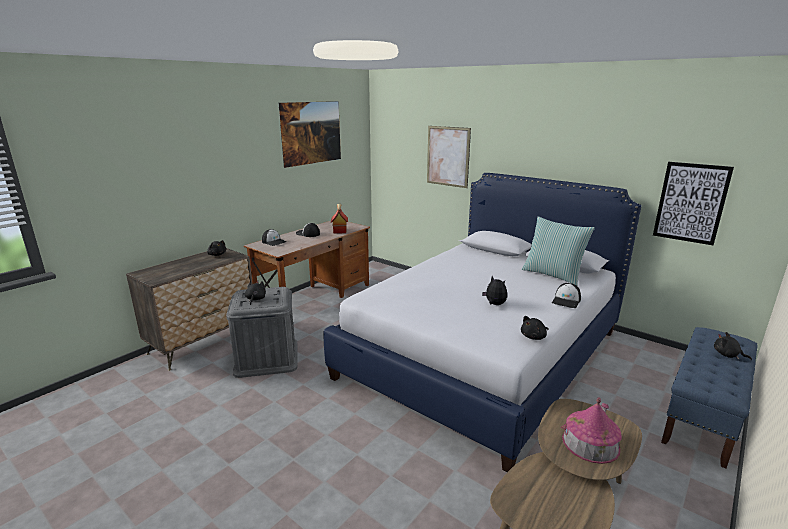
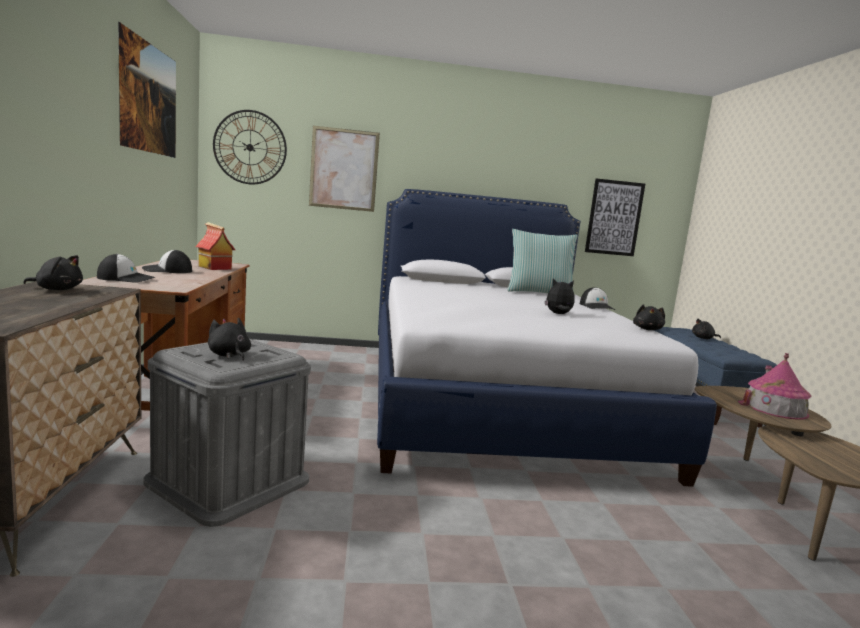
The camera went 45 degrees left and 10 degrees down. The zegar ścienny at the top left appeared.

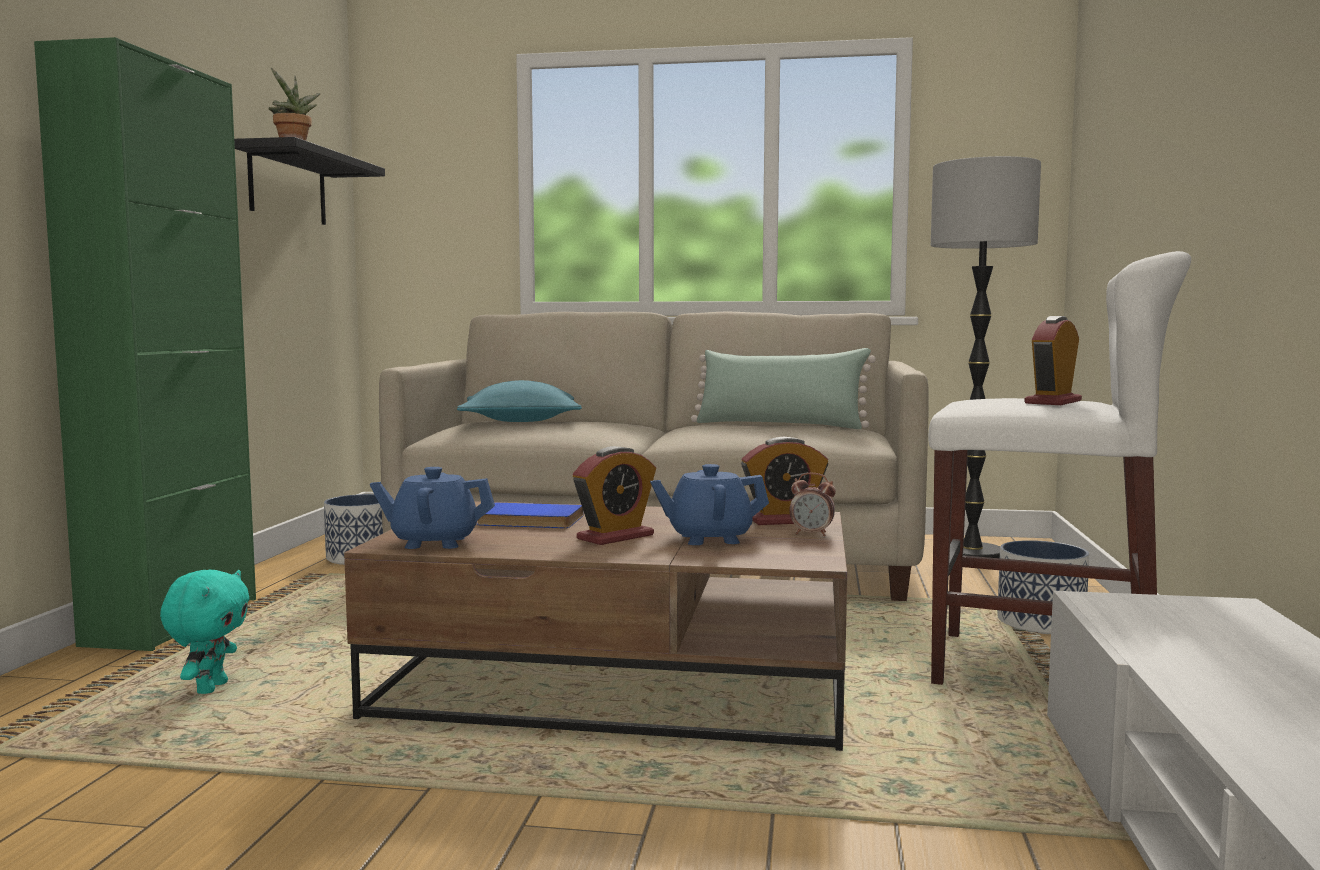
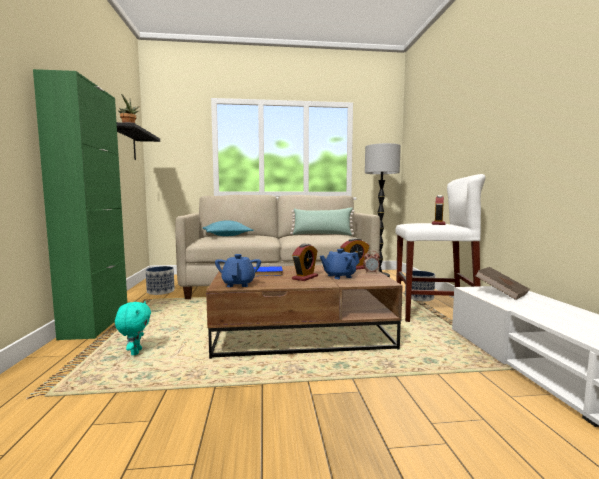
The camera went 15 degrees left and 0 degrees up. The imbryk (niebieski) (1st from left) at the middle left turned 105 degrees clockwise. The książka (brązowy) at the middle right appeared.

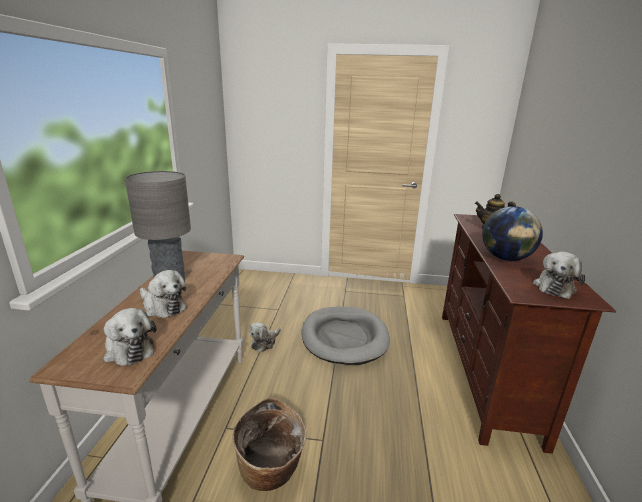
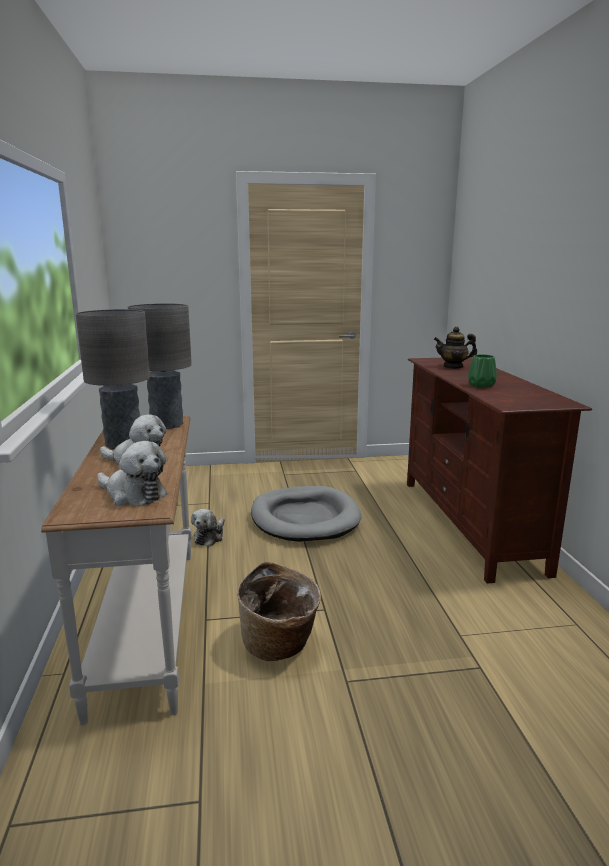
The camera went 15 degrees left and 5 degrees down. The globus at the middle right was replaced by the wazon (zielony) at the middle right. The pluszak (4th from left) at the middle right disappeared. The lampa stołowa (szary) (2nd from left) at the middle left appeared.

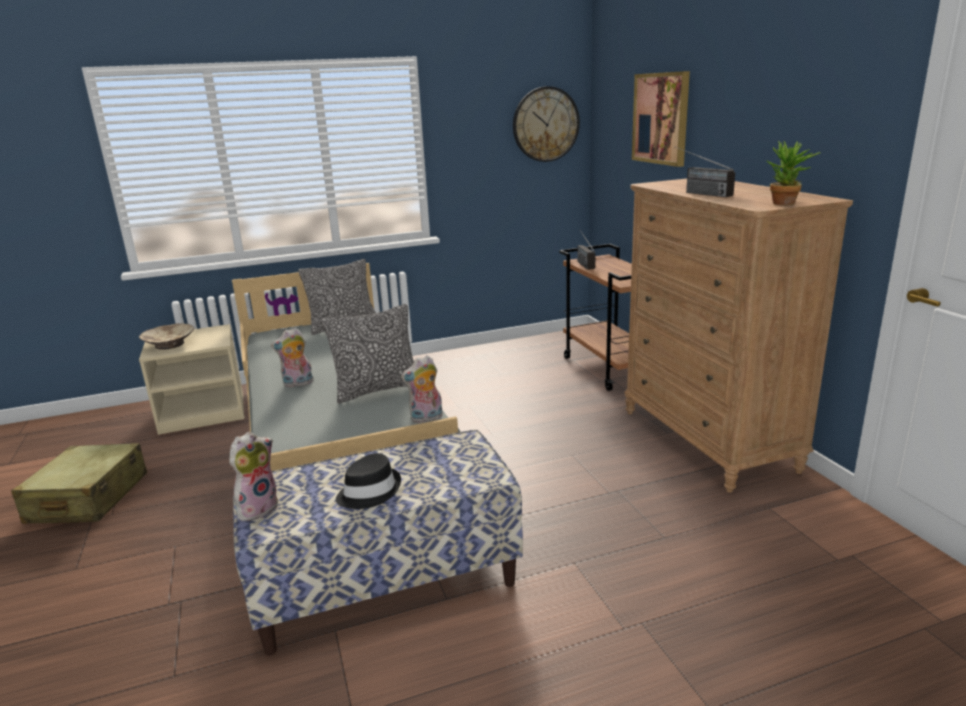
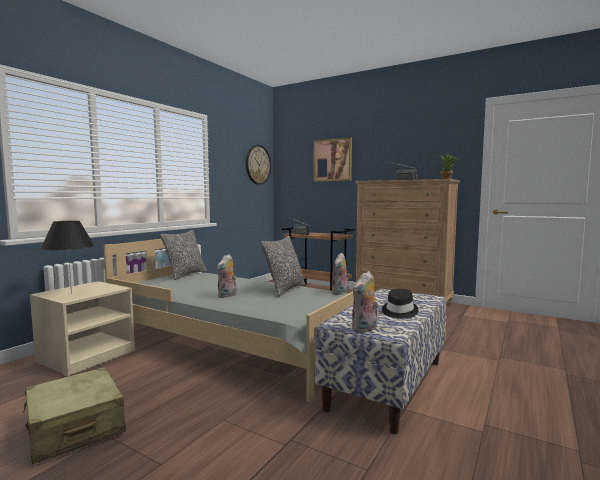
The camera went 40 degrees left and 15 degrees down. The miska (beżowy) at the middle left was replaced by the lampa stołowa (czarny) at the middle left. The pluszak (1st from left in the first image) at the bottom left turned 135 degrees counterclockwise.

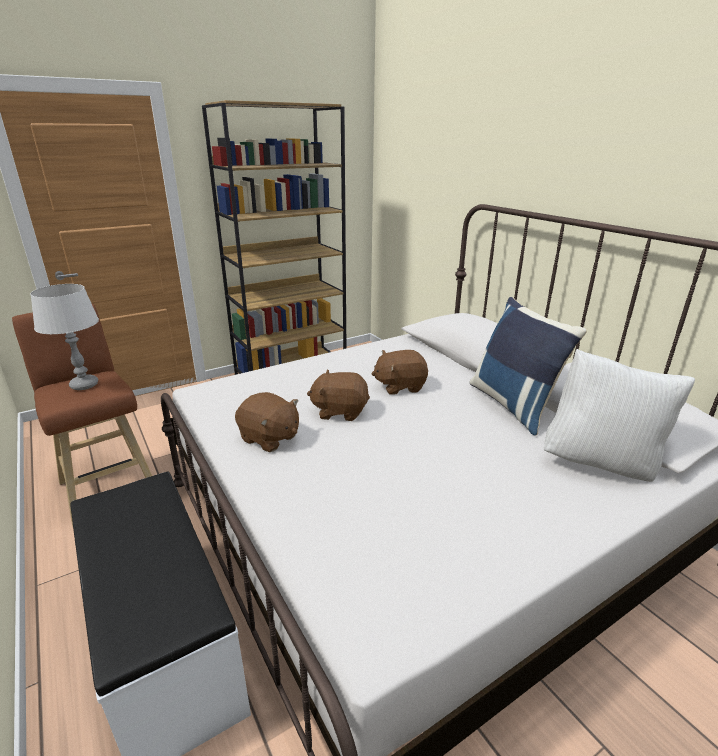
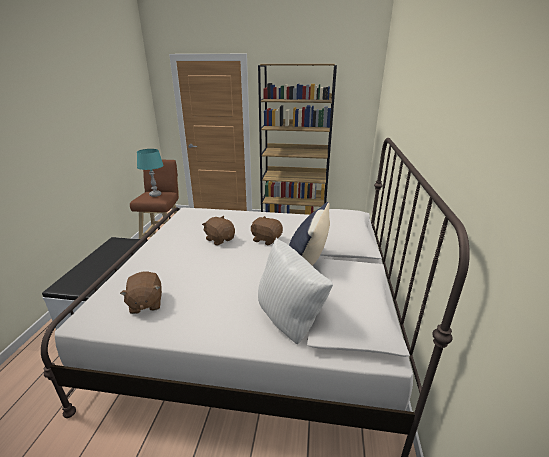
The camera went 40 degrees right and 0 degrees up. The lampa stołowa (szary) at the middle left became the lampa stołowa (turkusowy) at the middle left. The pluszak (brązowy) (1st from left) moved from the centre to the middle left.

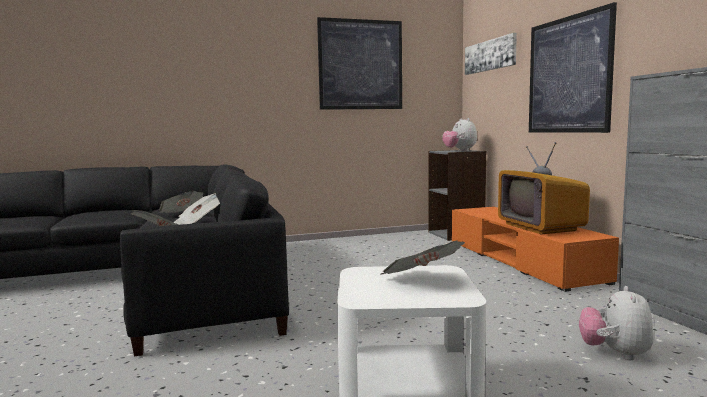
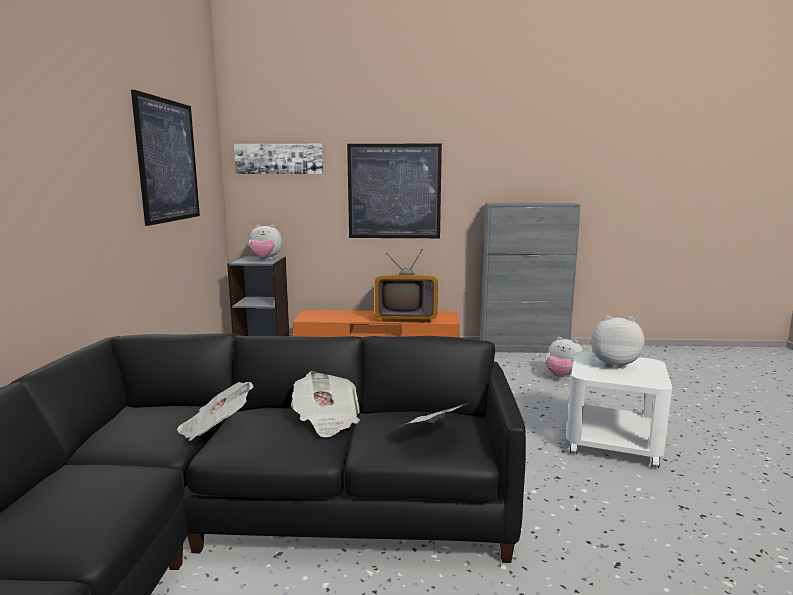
The camera went 70 degrees left and 5 degrees up. The gazeta (4th from left) at the centre was replaced by the pluszak (3rd from left) at the middle right.

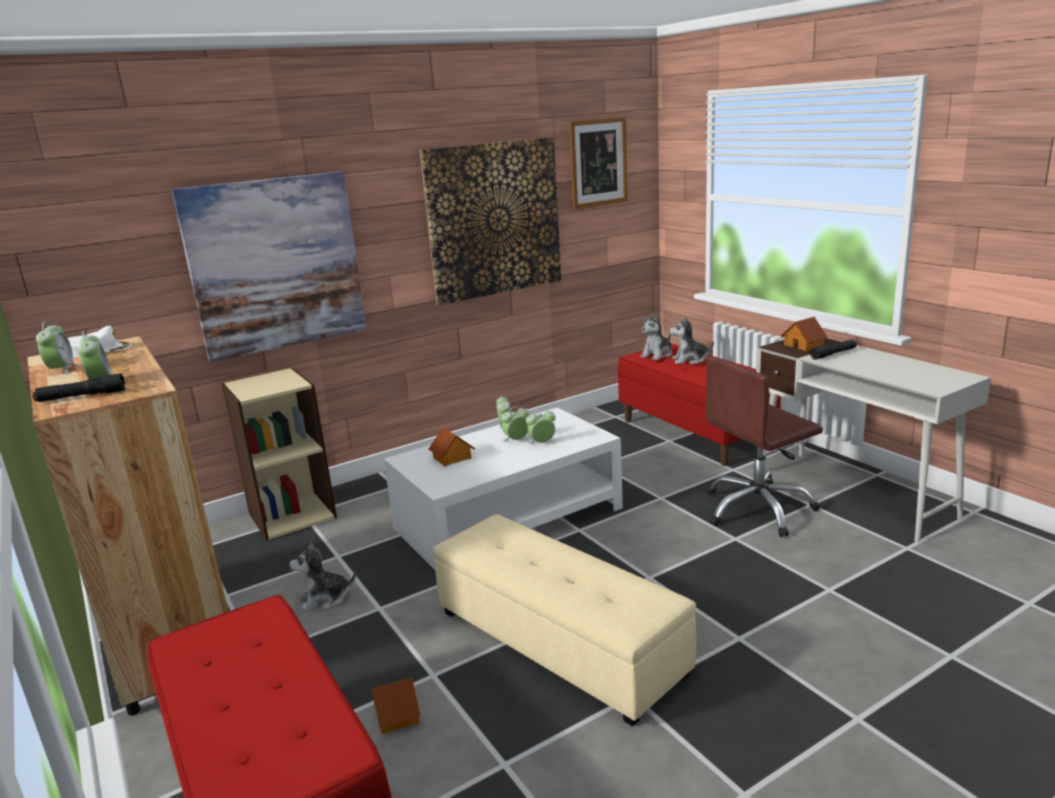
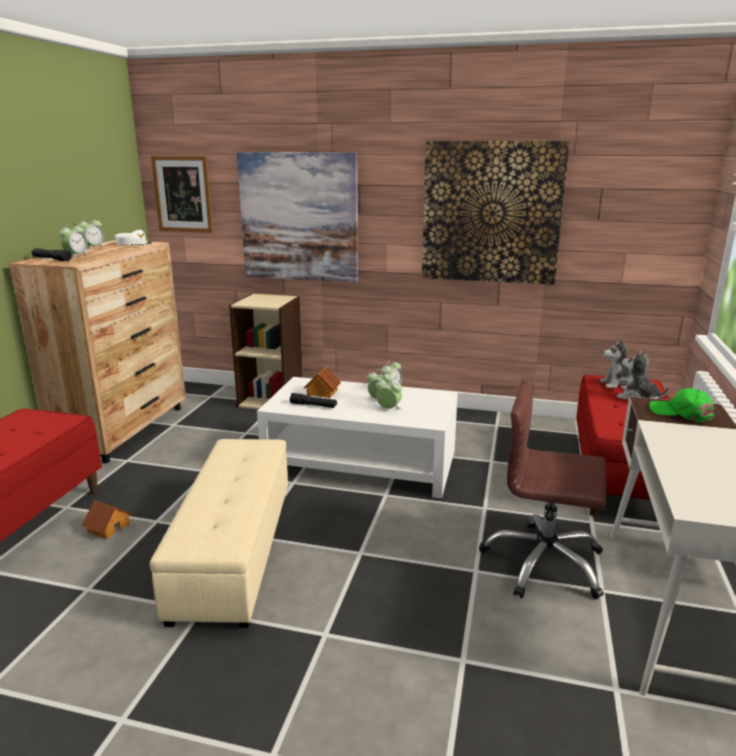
The camera went 45 degrees right and 0 degrees up. The obraz (3rd from left in the first image) moved from the top centre to the top left. The domek (3rd from left) at the middle right was replaced by the czapka z daszkiem (zielony) at the middle right. The latarka (czarny) (2nd from left) moved from the middle right to the centre. The pluszak (1st from left) at the bottom left disappeared.

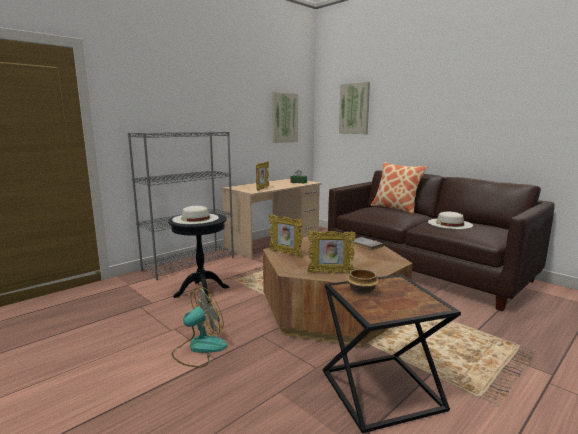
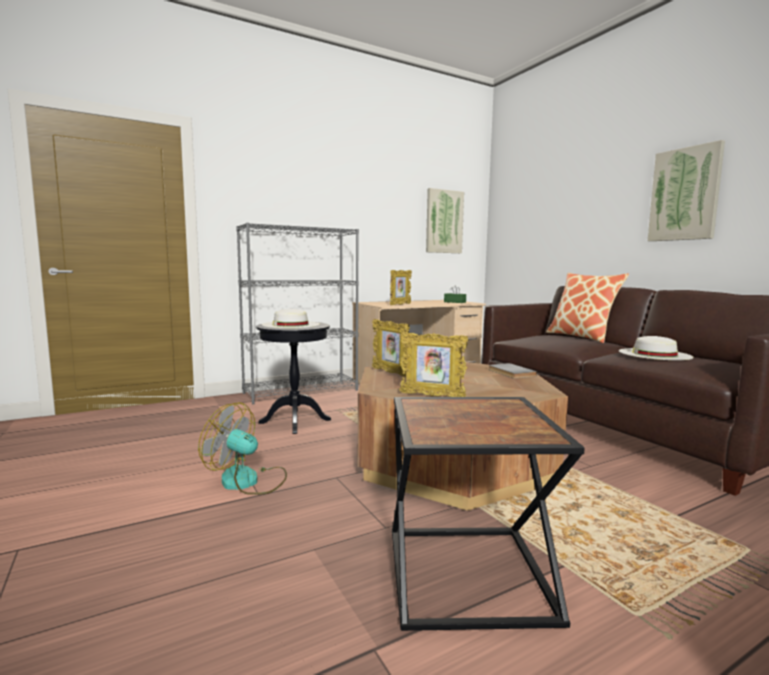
The camera went 15 degrees right and 5 degrees down. The obraz (2nd from left) moved from the top centre to the top right. The miska at the centre disappeared. The wentylator at the bottom centre turned 135 degrees counterclockwise.

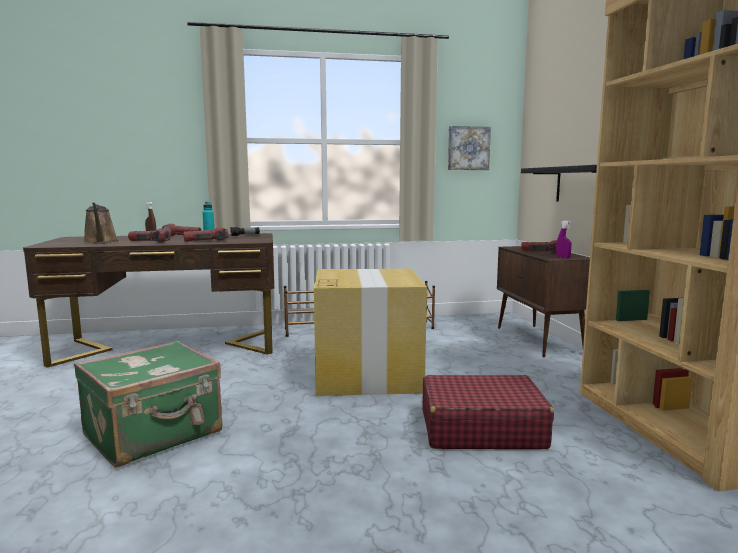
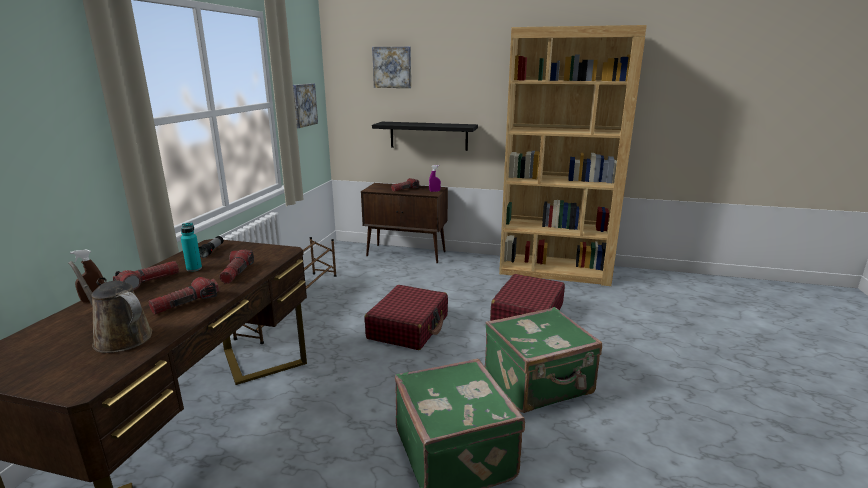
The camera went 65 degrees left and 10 degrees up. The konewka (brązowy) at the middle left turned 150 degrees counterclockwise. The karton at the centre was replaced by the walizka (czerwony) (1st from left) at the centre. The obraz (2nd from left) at the top centre appeared. The walizka (zielony) (2nd from left) at the bottom centre appeared.

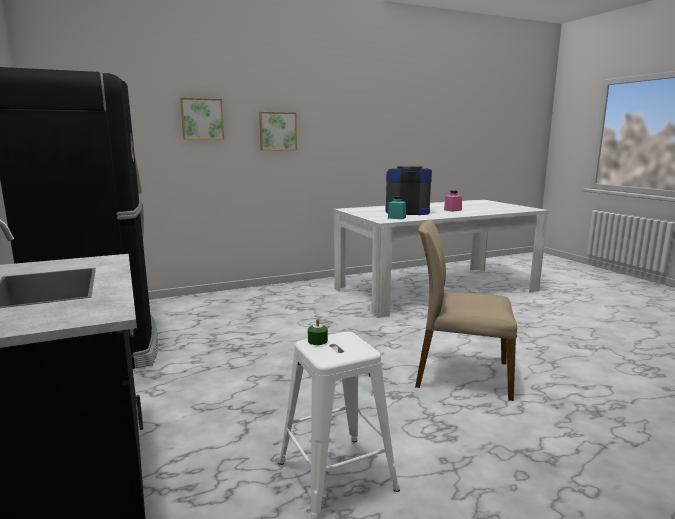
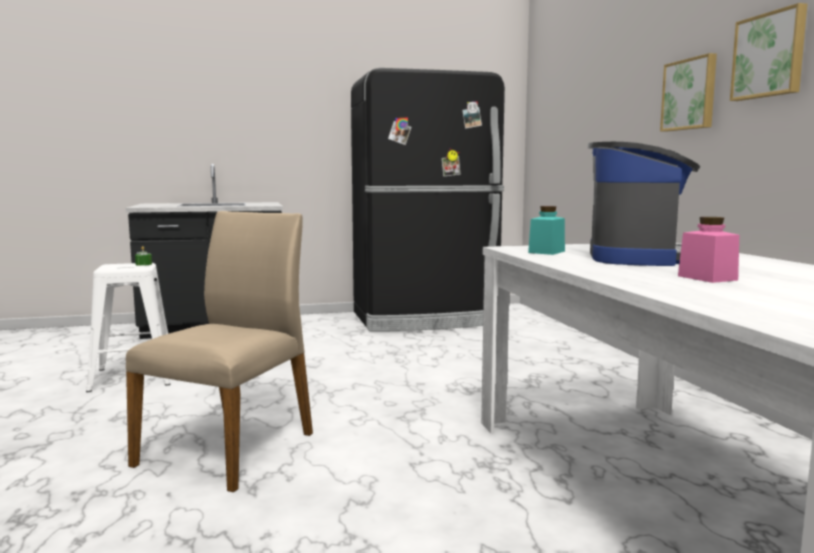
The camera went 100 degrees right and 5 degrees down. The obraz (1st from left in the first image) moved from the top left to the top right.

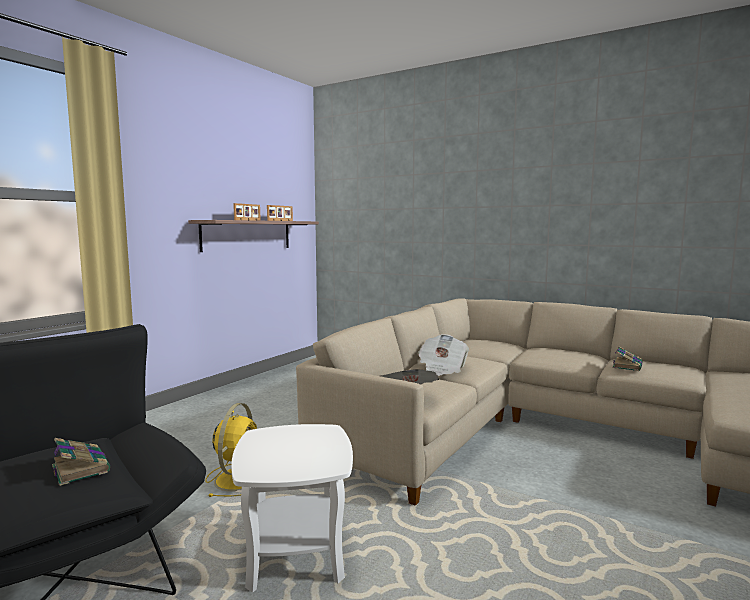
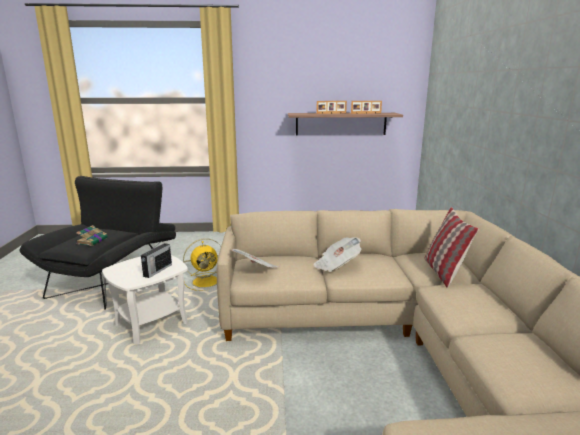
The camera went 55 degrees right and 10 degrees up. The książka (2nd from left) at the middle right disappeared. The poduszka at the middle right appeared. The radio at the middle left appeared.

